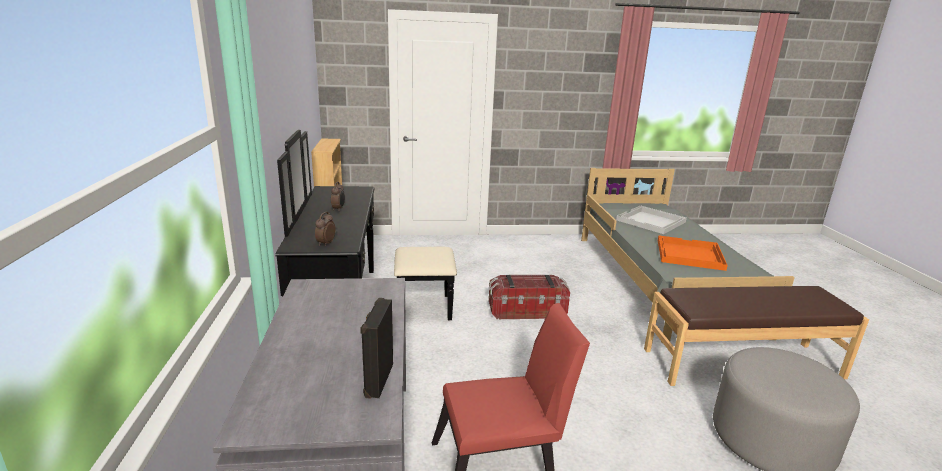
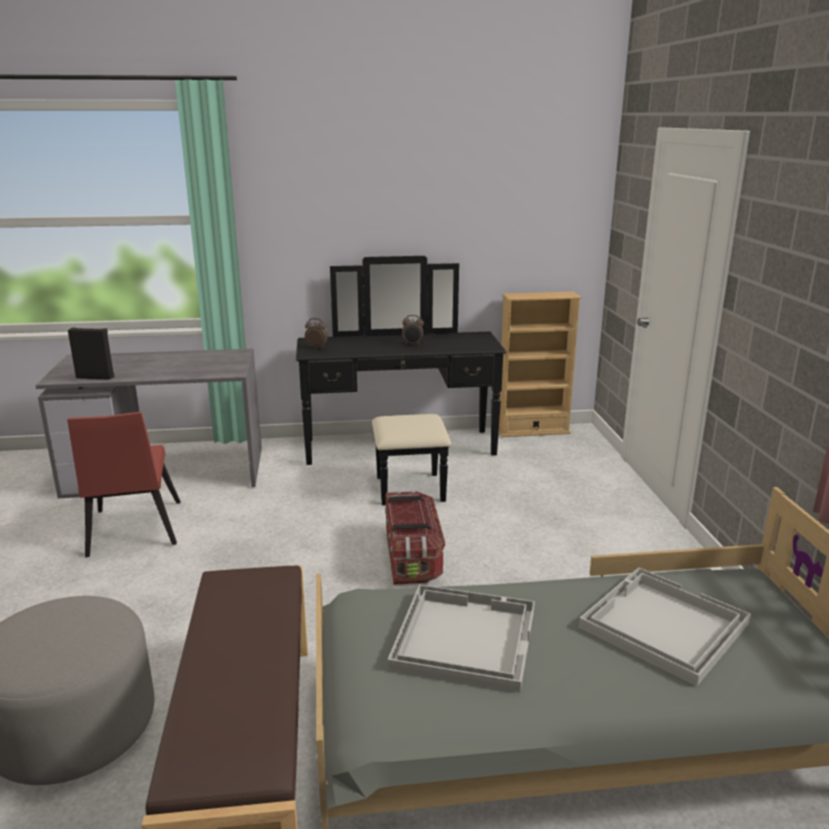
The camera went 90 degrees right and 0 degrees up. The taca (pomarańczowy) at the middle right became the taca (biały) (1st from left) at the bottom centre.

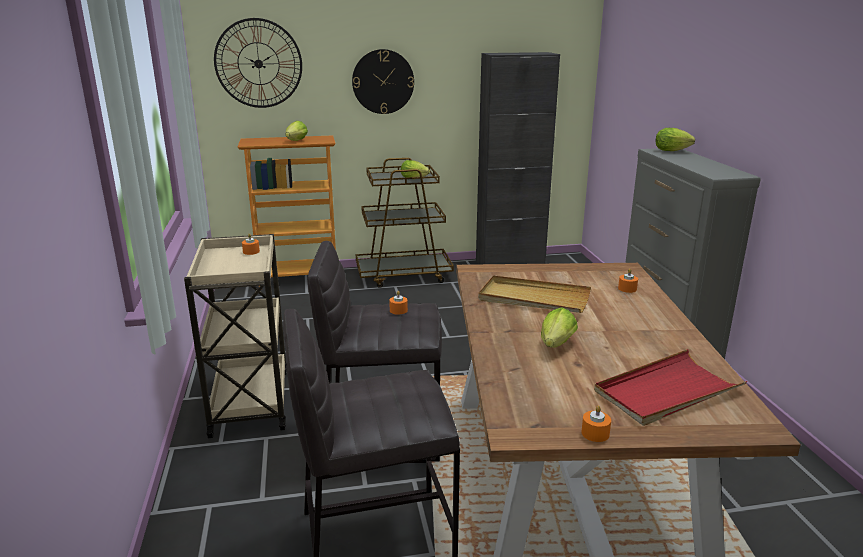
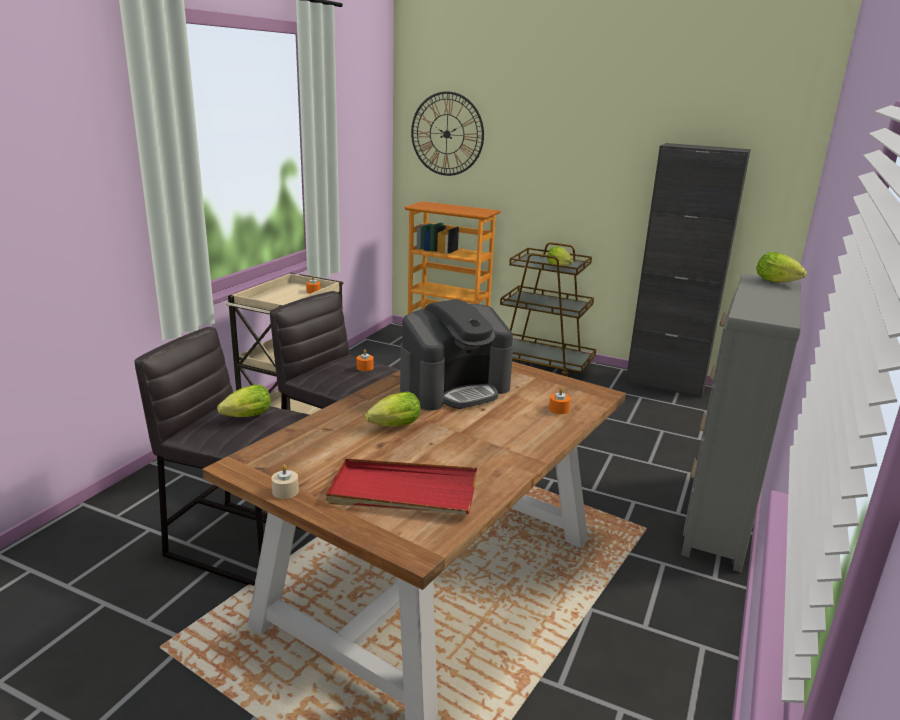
The camera went 35 degrees right and 0 degrees up. The zegar ścienny (2nd from left) at the top centre disappeared. The sałata (1st from left) moved from the top centre to the middle left. The taca (beżowy) at the centre was replaced by the ekspres do kawy at the centre. The świeca (pomarańczowy) (3rd from left) at the bottom right became the świeca (beżowy) at the bottom left.

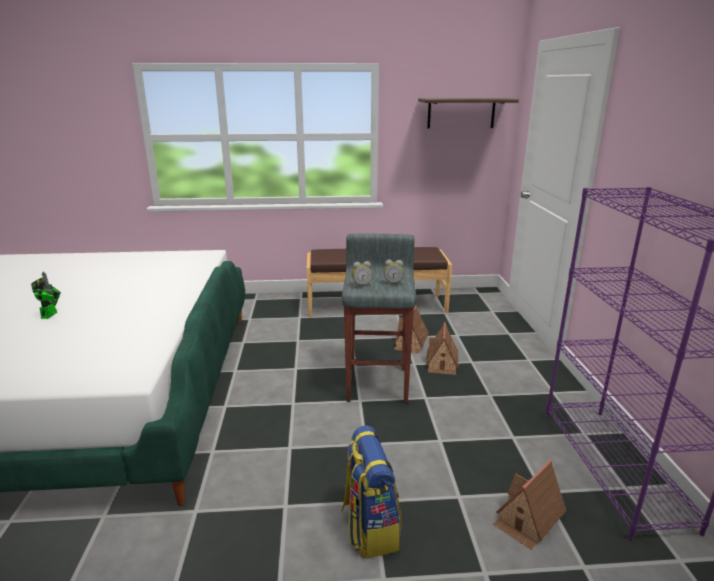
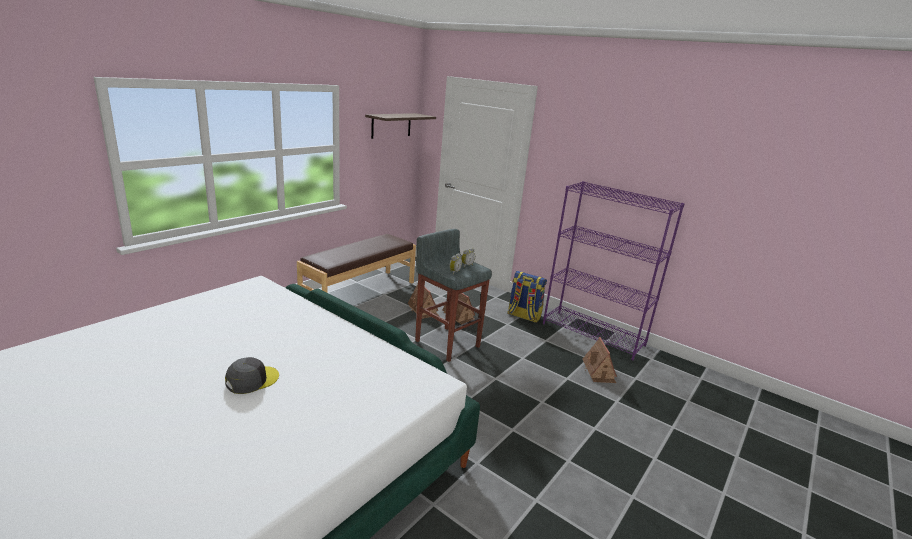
The camera went 50 degrees left and 0 degrees up. The robot zabawkowy at the middle left was replaced by the czapka z daszkiem (szary) at the bottom left. The plecak moved from the bottom centre to the centre.

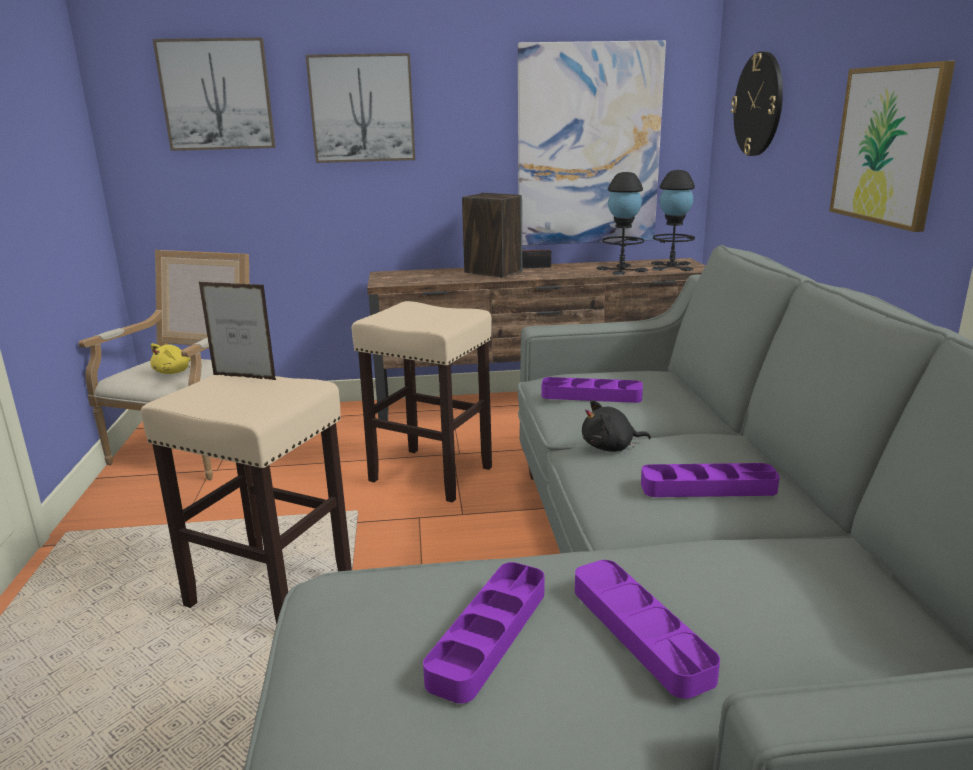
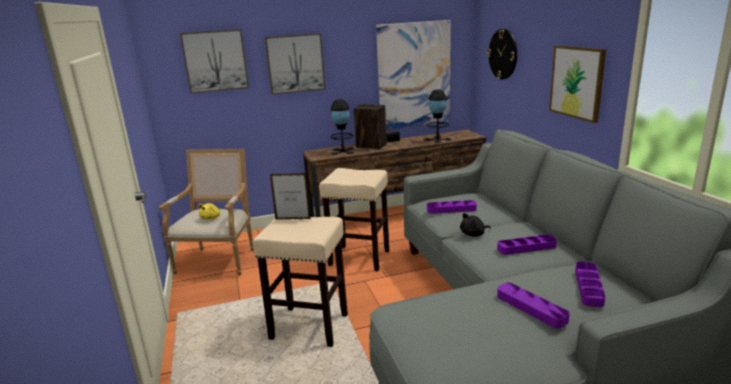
The camera went 10 degrees left and 0 degrees up. The lampa stołowa (czarny) (2nd from left in the first image) moved from the top right to the top centre. The taca (fioletowy) (1st from left in the first image) moved from the bottom centre to the bottom right.

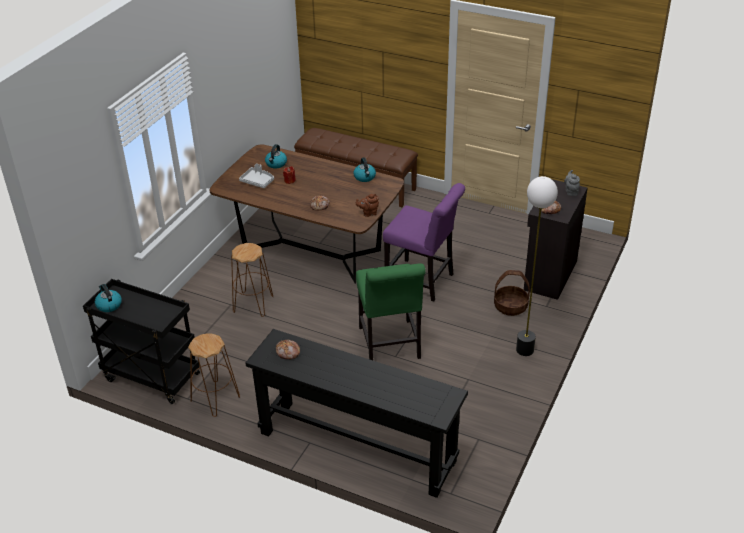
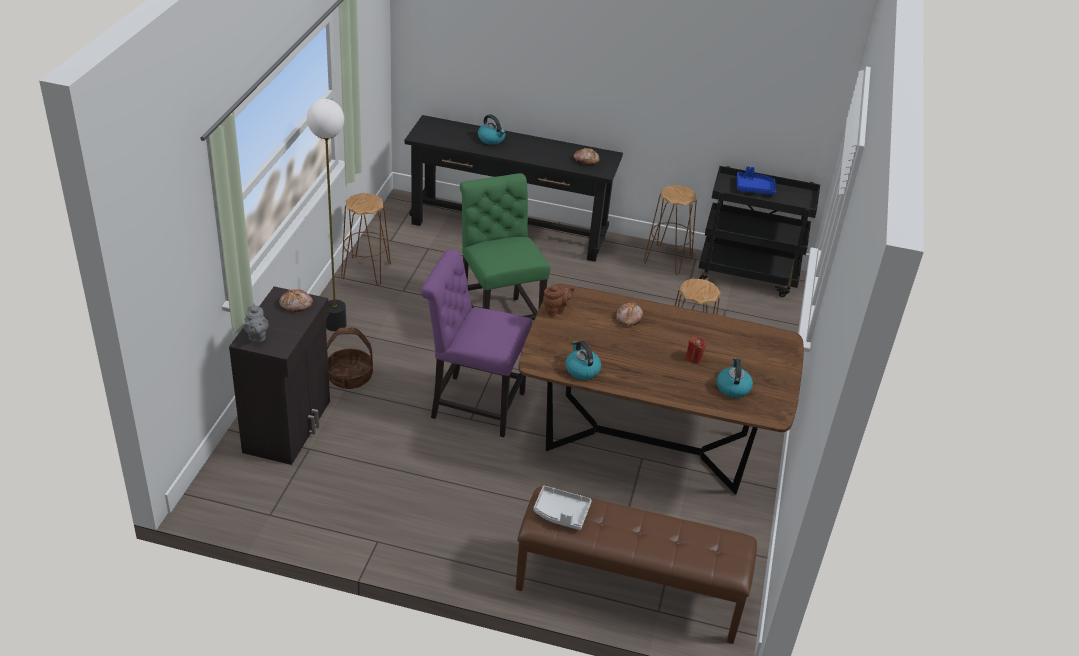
The camera went 165 degrees right and 0 degrees up. The taca (szary) moved from the top centre to the bottom centre. The czajnik (1st from left) moved from the middle left to the top centre. The taca (niebieski) at the top right appeared. The stołek (brązowy) (1st from left) at the centre appeared.

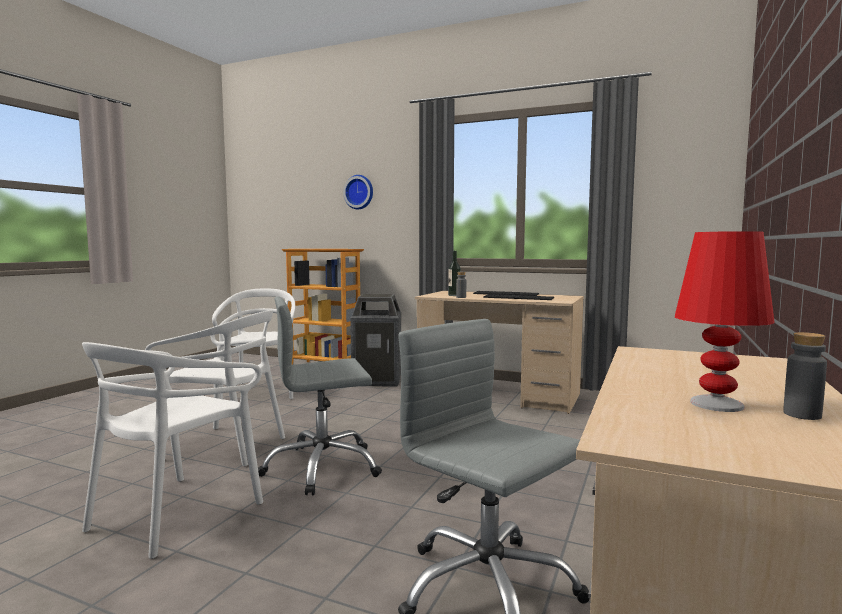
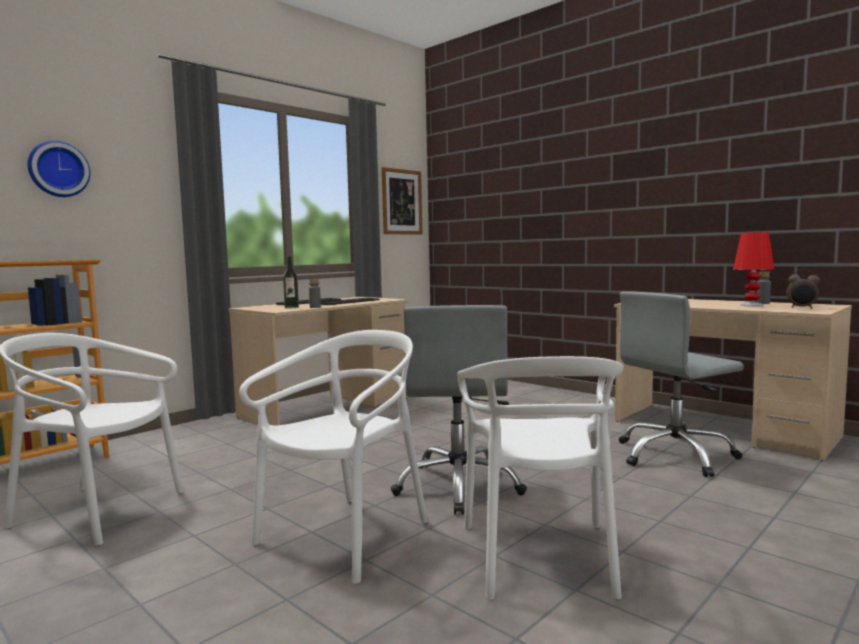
The camera went 70 degrees left and 0 degrees up. The kosz na śmieci at the centre disappeared. The krzesło (biały) (1st from left in the first image) at the bottom left turned 45 degrees clockwise. The obraz at the top centre appeared. The budzik at the middle right appeared.

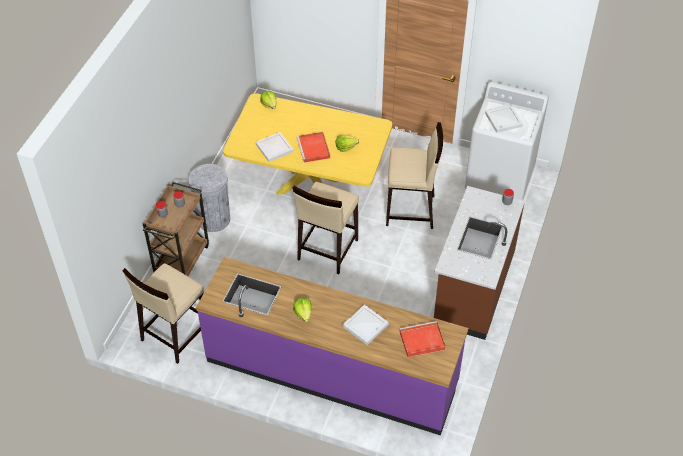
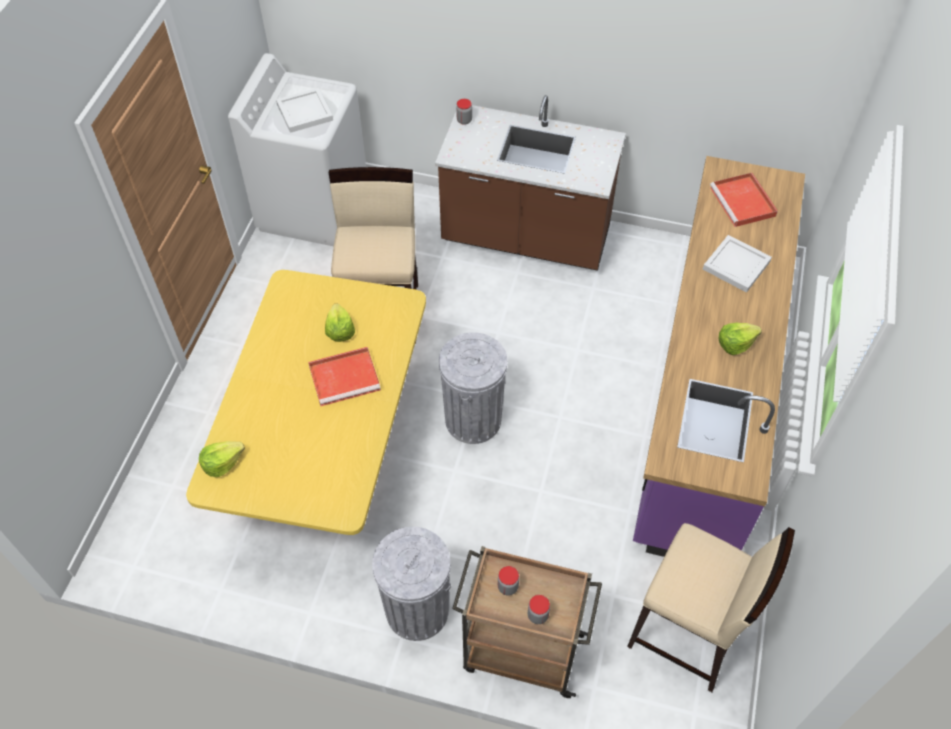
The camera went 95 degrees left and 5 degrees up. The taca (biały) (1st from left) at the top centre disappeared. The stołek (beżowy) (2nd from left) at the centre was replaced by the kosz na śmieci (szary) (2nd from left) at the centre.

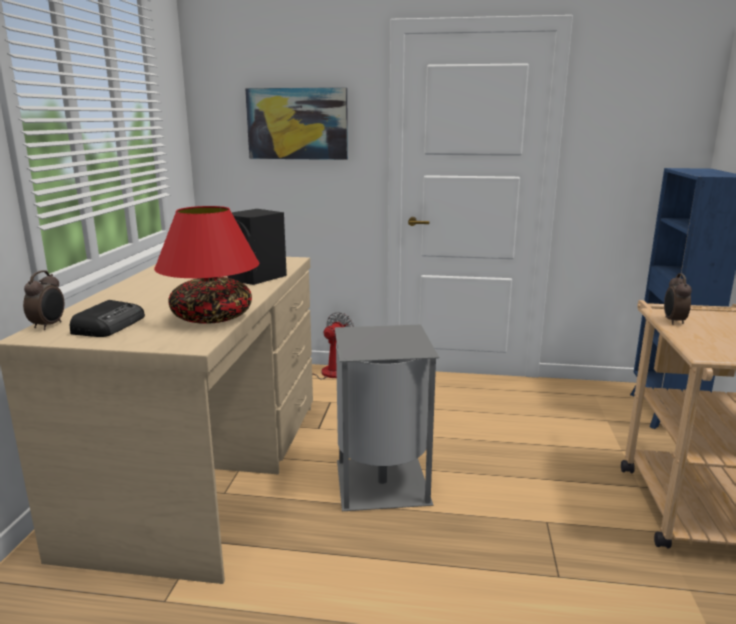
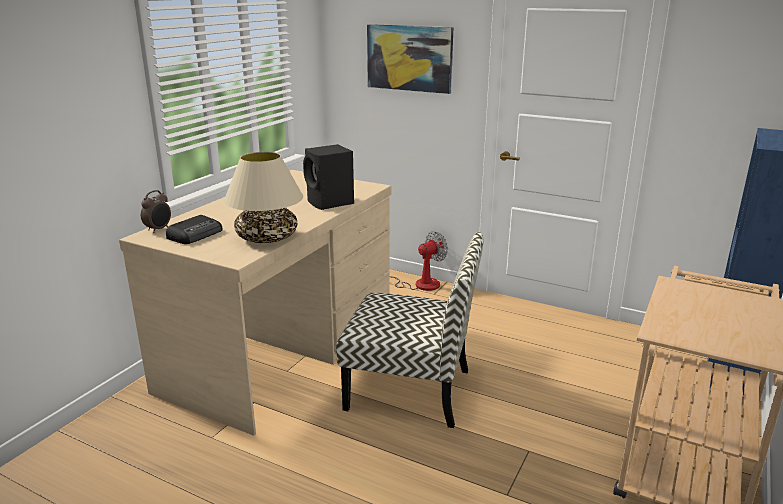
The camera went 20 degrees right and 5 degrees up. The lampa stołowa (czerwony) at the middle left became the lampa stołowa (beżowy) at the centre. The budzik (2nd from left) at the middle right disappeared. The kosz na śmieci (szary) at the bottom centre was replaced by the krzesło at the centre.

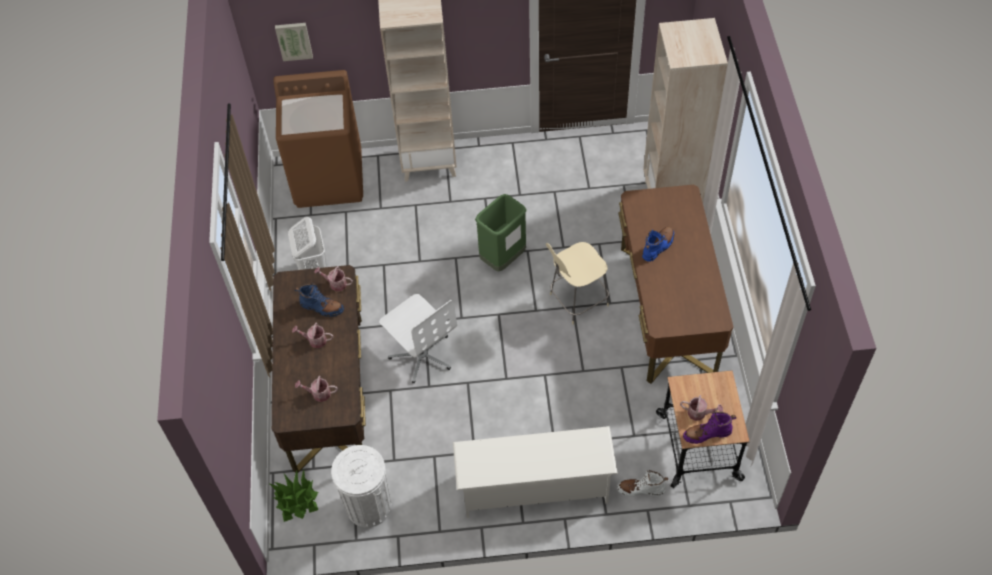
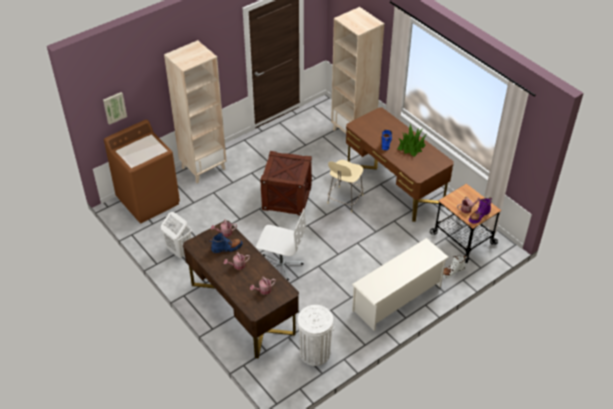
The camera went 35 degrees left and 10 degrees down. The kosz na śmieci (zielony) at the centre was replaced by the skrzynka at the centre. The roślina doniczkowa moved from the bottom left to the middle right.

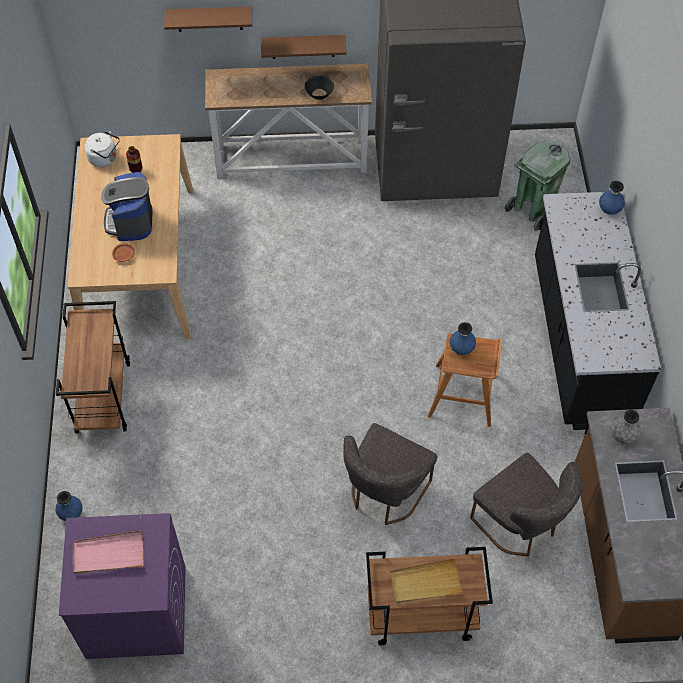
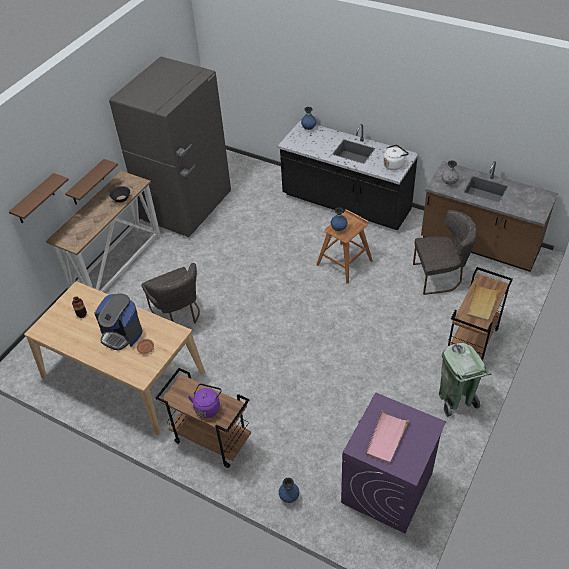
The camera went 55 degrees left and 10 degrees down. The czajnik (biały) moved from the top left to the top right. The kosz na śmieci (zielony) moved from the top right to the bottom right. The krzesło (szary) (1st from left) moved from the bottom centre to the middle left. The czajnik (fioletowy) at the bottom centre appeared.

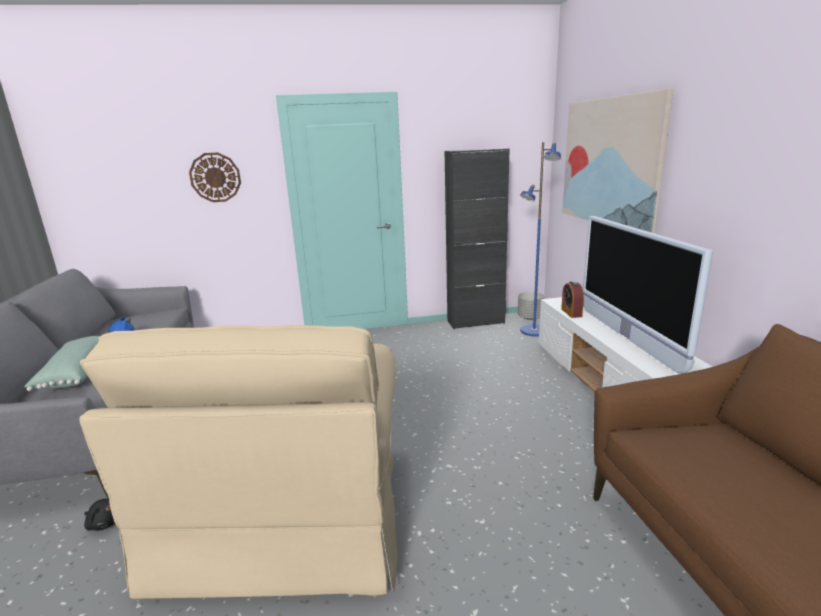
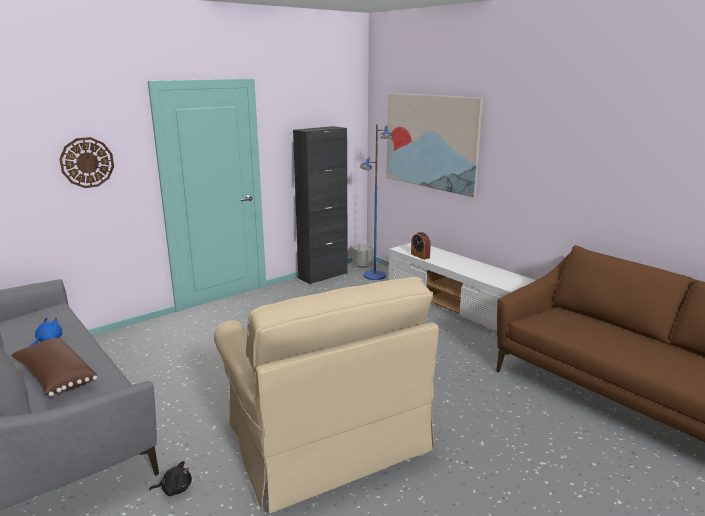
The camera went 30 degrees left and 0 degrees up. The telewizor at the middle right disappeared. The poduszka (zielony) at the middle left became the poduszka (brązowy) at the bottom left.

